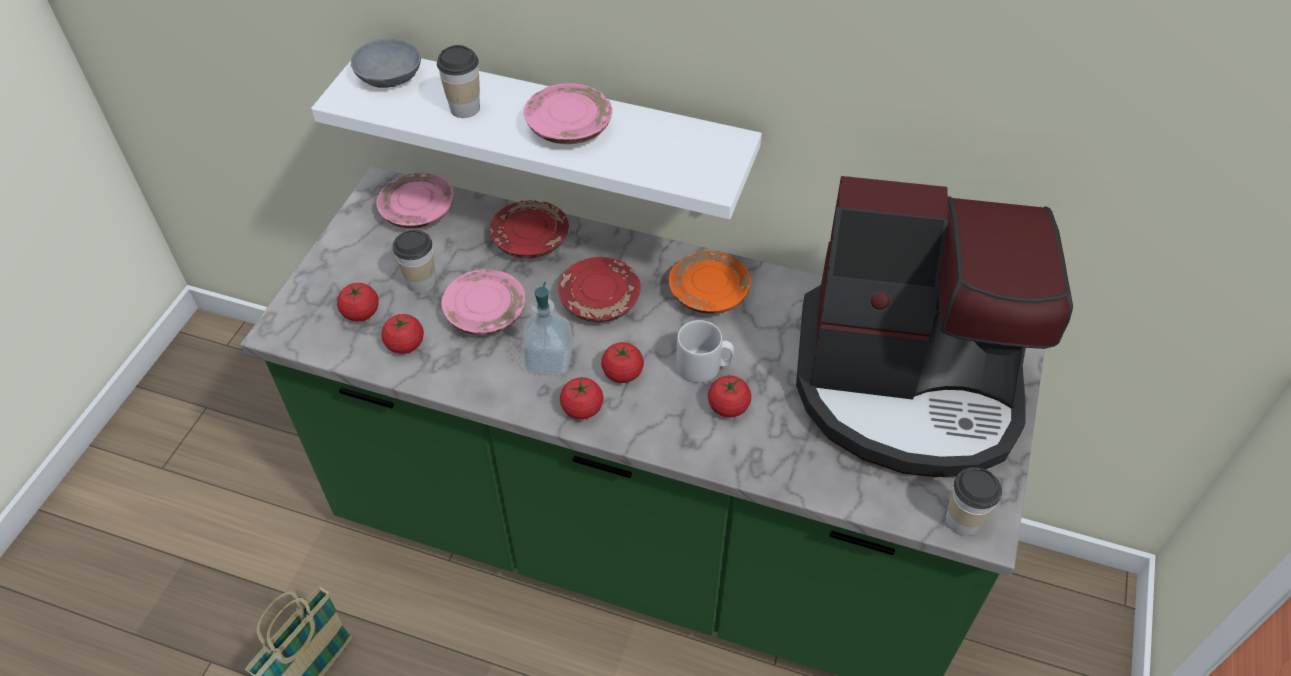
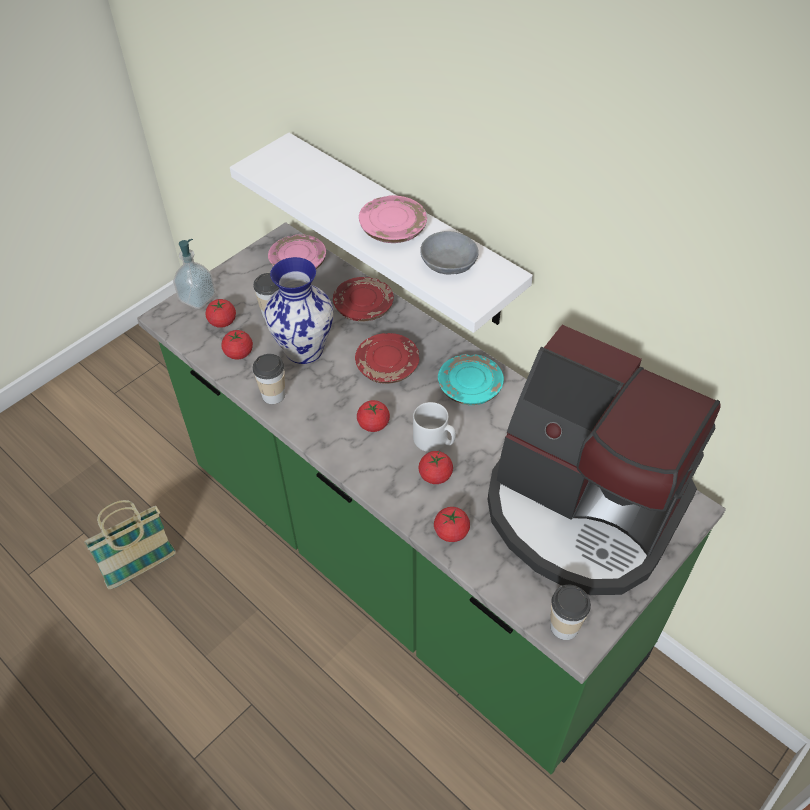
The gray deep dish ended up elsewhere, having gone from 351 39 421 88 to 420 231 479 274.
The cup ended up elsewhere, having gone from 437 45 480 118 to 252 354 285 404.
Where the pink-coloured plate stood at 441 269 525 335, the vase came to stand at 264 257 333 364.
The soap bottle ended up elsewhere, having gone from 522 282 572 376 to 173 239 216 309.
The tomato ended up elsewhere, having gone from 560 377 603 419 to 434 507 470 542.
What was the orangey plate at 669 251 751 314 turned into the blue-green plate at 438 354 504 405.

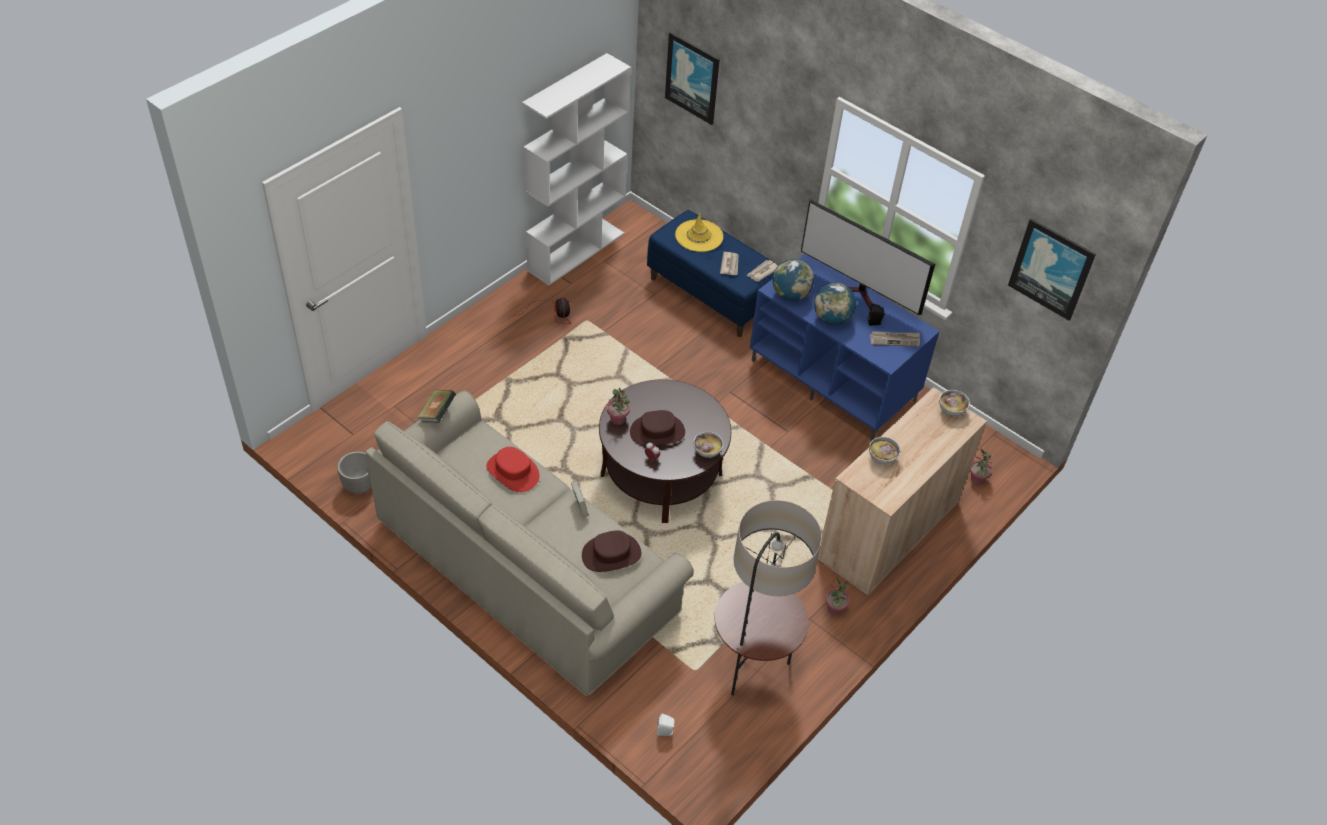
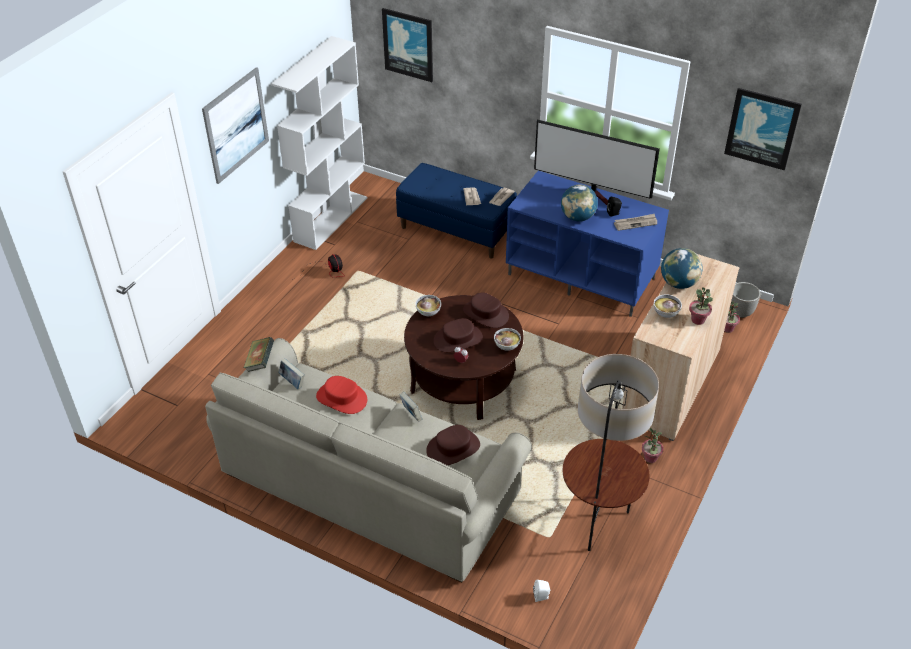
The planter ended up elsewhere, having gone from 337 451 372 494 to 730 282 761 318.
The potted plant ended up elsewhere, having gone from 607 388 630 425 to 689 287 713 325.
The second view lost the yellowish hat at 675 213 723 252.
The globe ended up elsewhere, having gone from 772 259 814 301 to 661 248 703 289.
The deep dish ended up elsewhere, having gone from 939 390 970 416 to 415 295 441 316.
The second view gained the wall picture at 202 67 269 184.
The second view gained the volume at 279 358 305 389.
The second view gained the brown-coloured hat at 463 292 509 328.

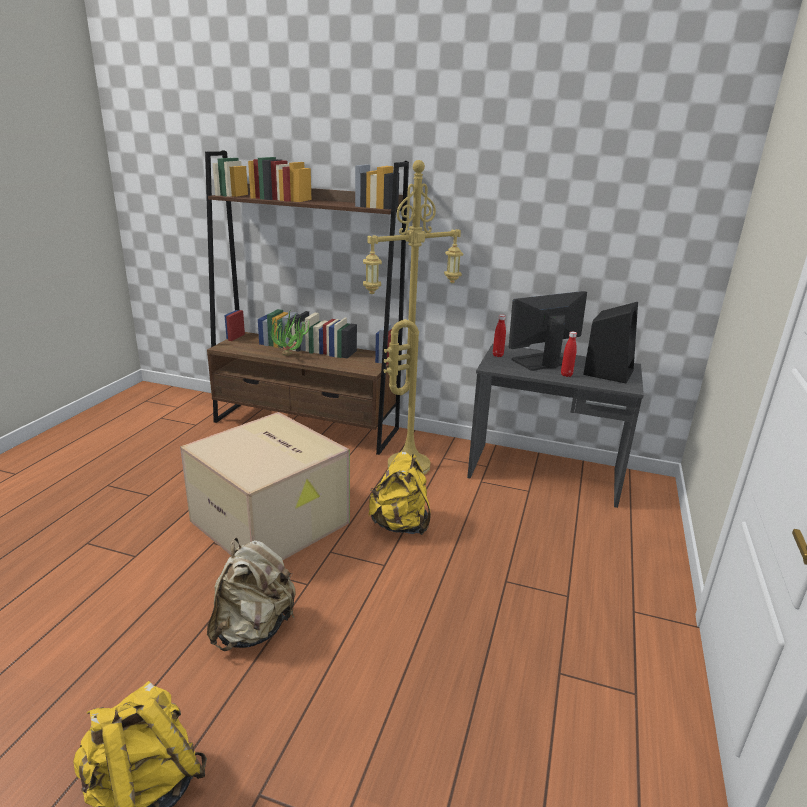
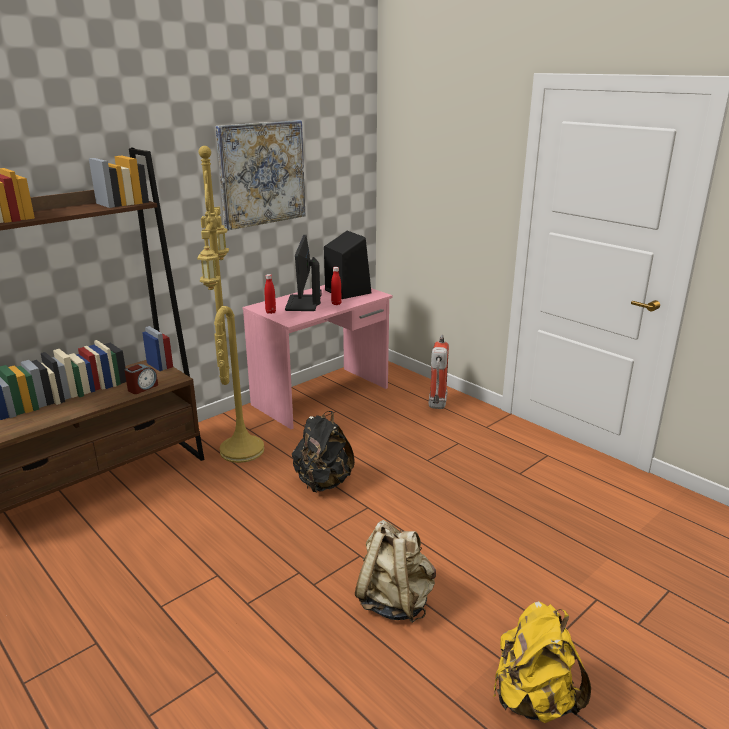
The second view lost the carton at 180 412 350 560.
The second view lost the potted plant at 270 312 310 356.
What was the yellowish knapsack at 369 452 431 535 turned into the blackish knapsack at 292 411 355 492.
What was the gray desk at 467 344 644 508 turned into the pink-coloured desk at 242 285 393 429.
The second view gained the table clock at 125 364 158 394.
The second view gained the wall picture at 216 120 305 230.
The second view gained the fire-fighting cylinder at 429 335 449 409.

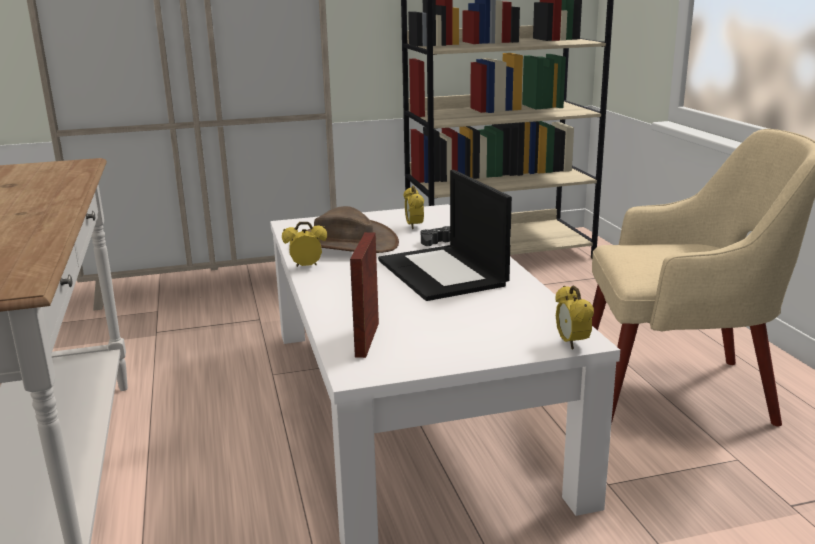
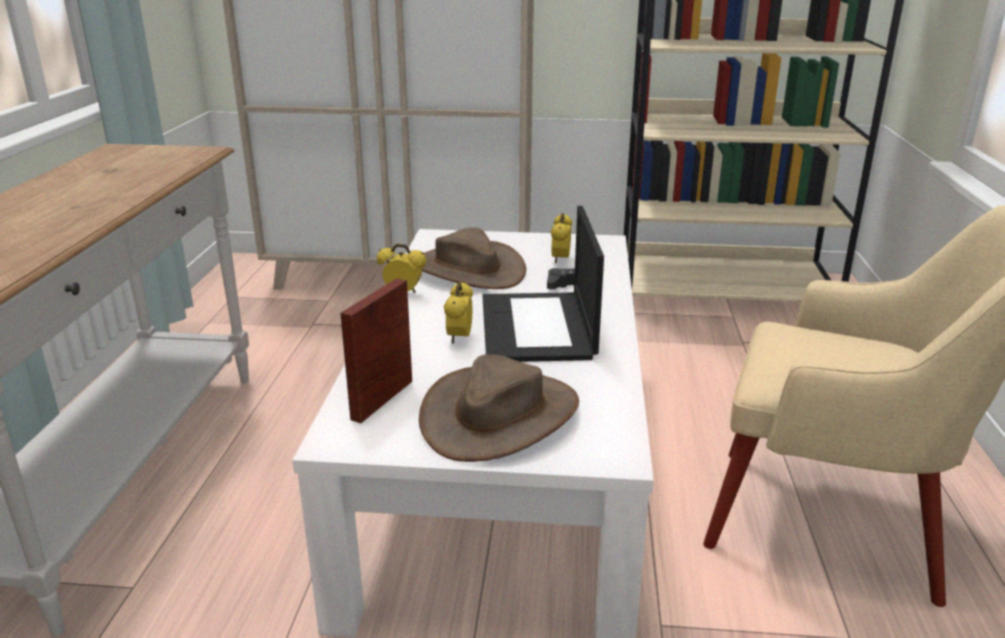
The table clock ended up elsewhere, having gone from 555 285 594 350 to 444 282 473 344.
The second view gained the brown-coloured hat at 419 354 579 462.

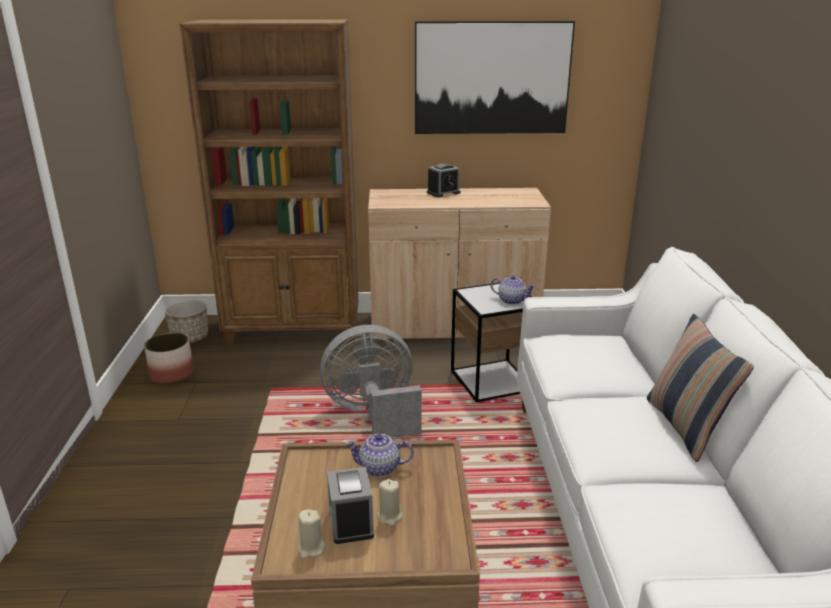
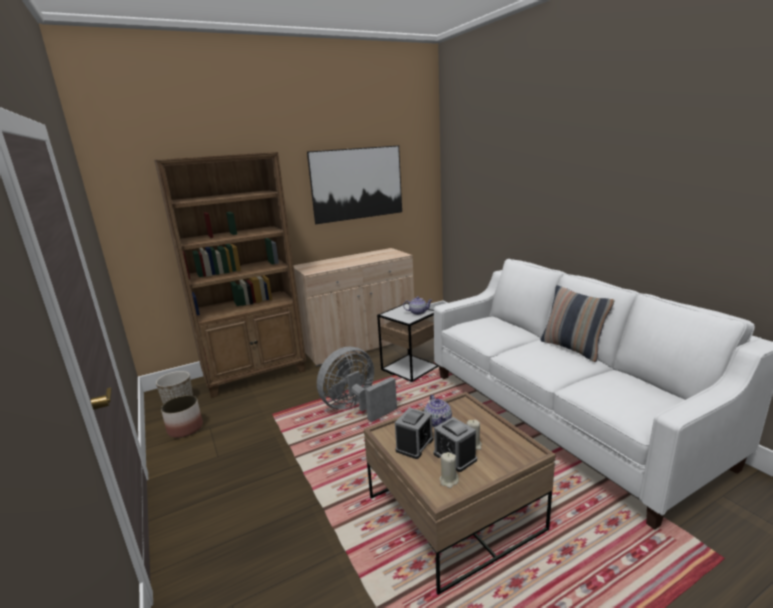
The tea pot at 345 434 413 477 ended up facing another way, 75 degrees counterclockwise from before.
The table clock ended up elsewhere, having gone from 427 163 460 197 to 395 407 433 459.

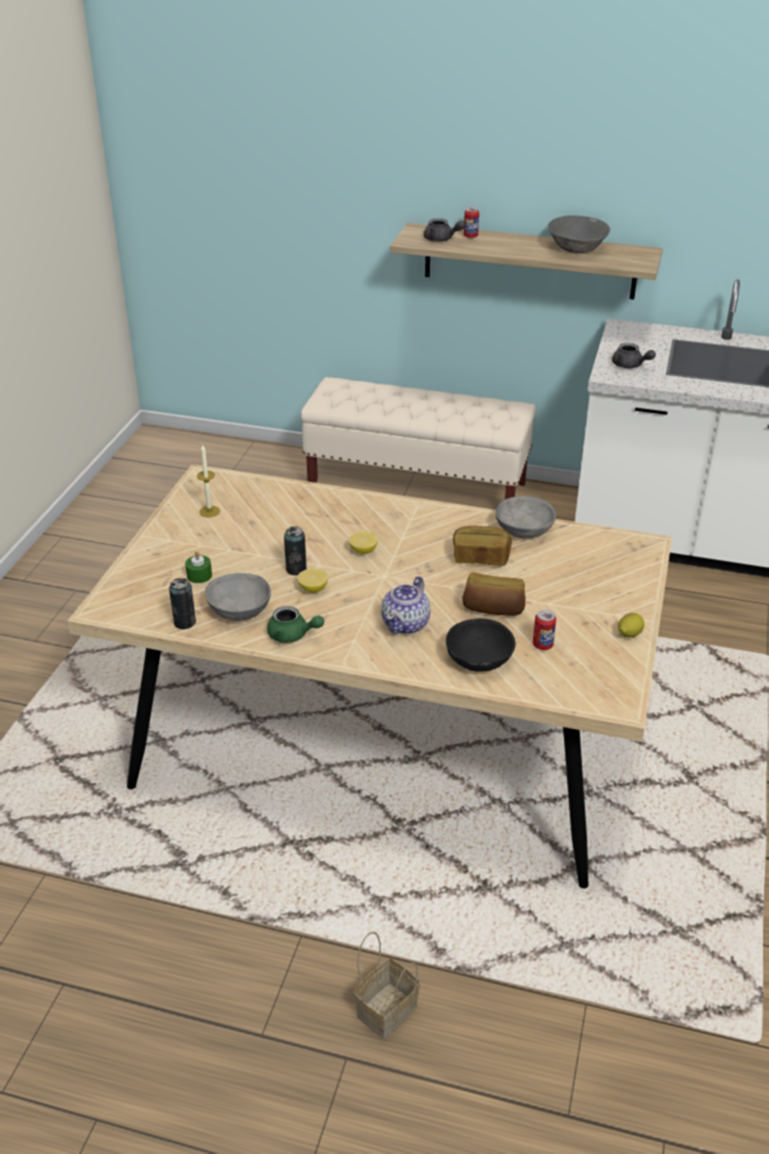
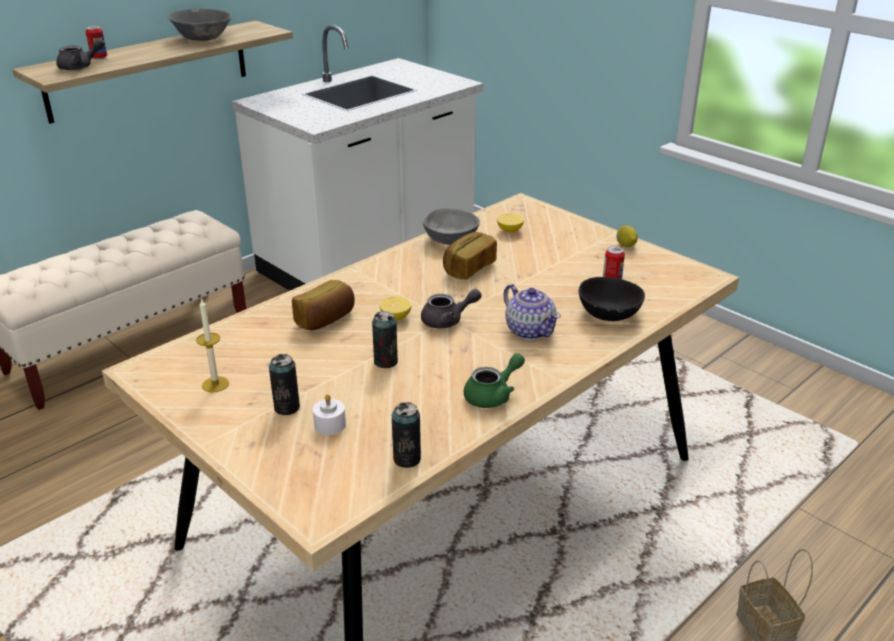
What was the green-coloured candle at 185 551 212 583 turned into the white-coloured candle at 313 394 346 435.
The second view lost the gray deep dish at 205 573 271 621.
The lemon ended up elsewhere, having gone from 297 568 328 593 to 497 214 524 233.
The baked bread ended up elsewhere, having gone from 462 572 526 616 to 292 280 355 330.
The gray tea pot ended up elsewhere, having gone from 612 343 656 368 to 421 289 482 329.
The second view gained the sealed can at 269 354 300 415.

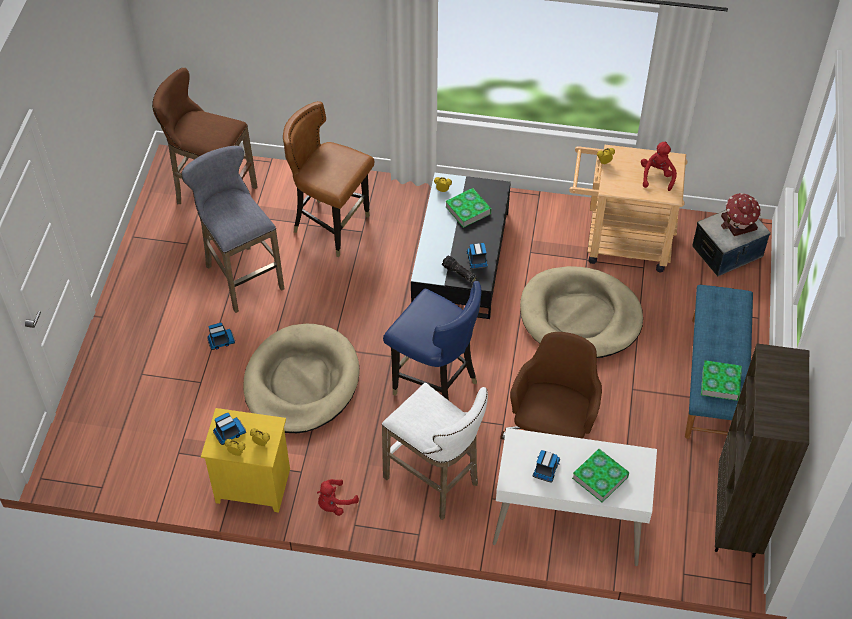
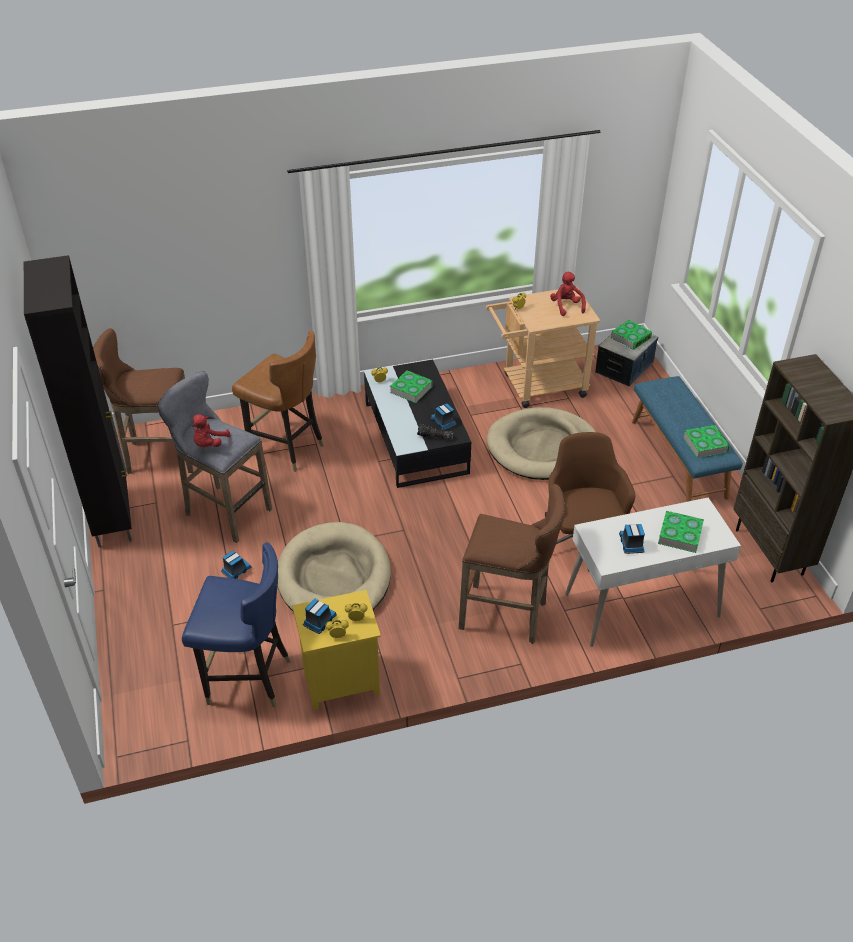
The brown-coloured plain chair at 283 101 374 257 ended up facing another way, 150 degrees counterclockwise from before.
The red plush toy ended up elsewhere, having gone from 317 479 359 516 to 192 414 231 447.
What was the white-coloured sitting stool at 382 383 488 520 turned into the brown-coloured sitting stool at 459 484 565 644.
The blue-coloured plain chair ended up elsewhere, having gone from 383 281 481 400 to 182 542 291 708.
Where the model house stood at 721 193 761 236, the volume came to stand at 610 320 652 350.
The second view gained the blackish storage cabinet at 24 255 132 547.

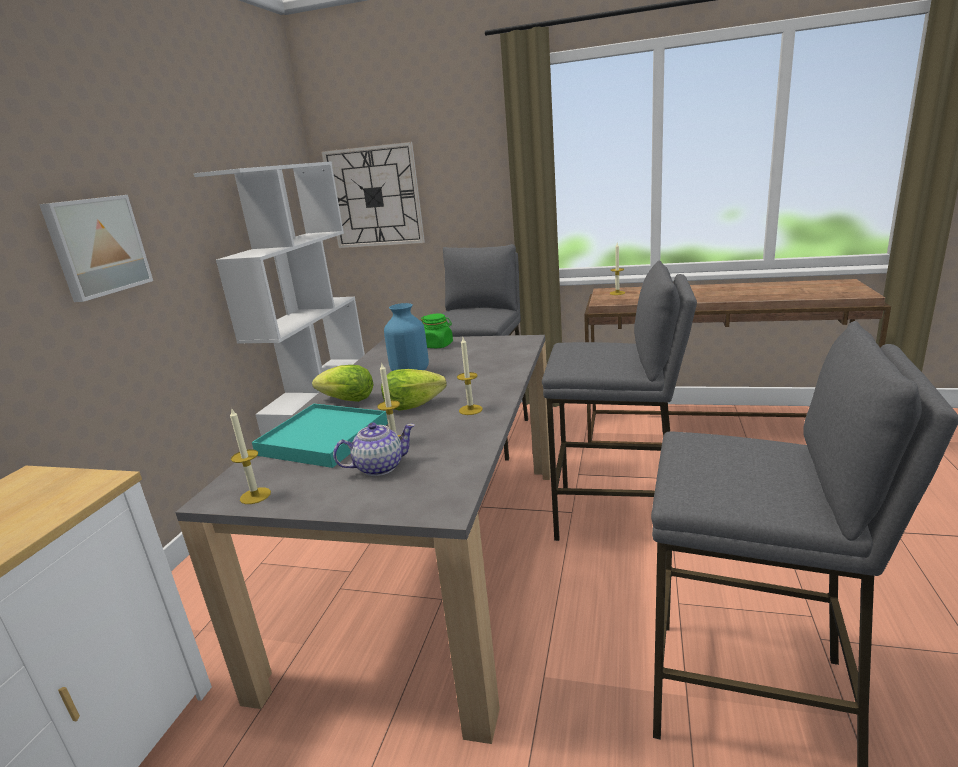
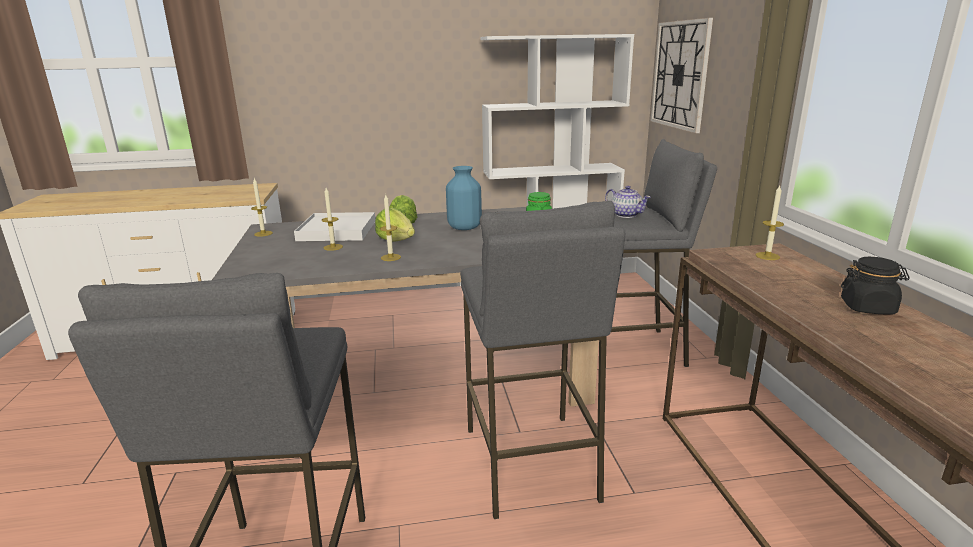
The second view lost the wall picture at 39 195 153 302.
What was the blue-green serving tray at 252 404 388 468 turned into the white-coloured serving tray at 294 212 375 241.
The tea pot ended up elsewhere, having gone from 333 423 415 476 to 605 186 651 218.
The second view gained the blackish storage jar at 841 257 910 314.

